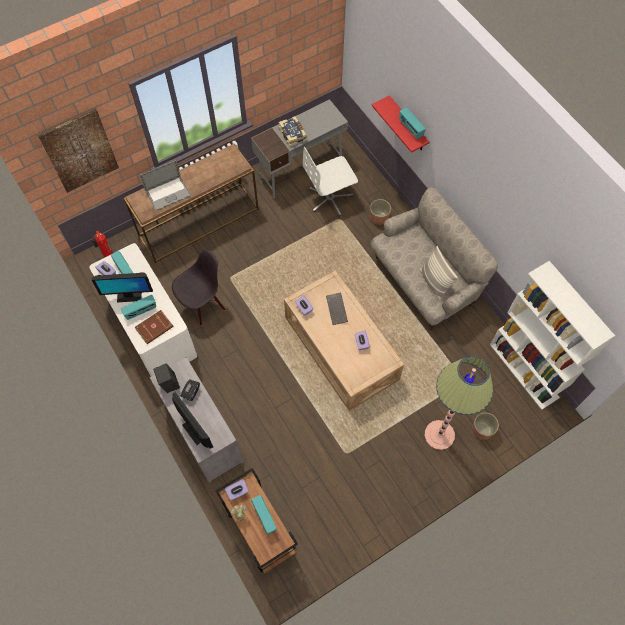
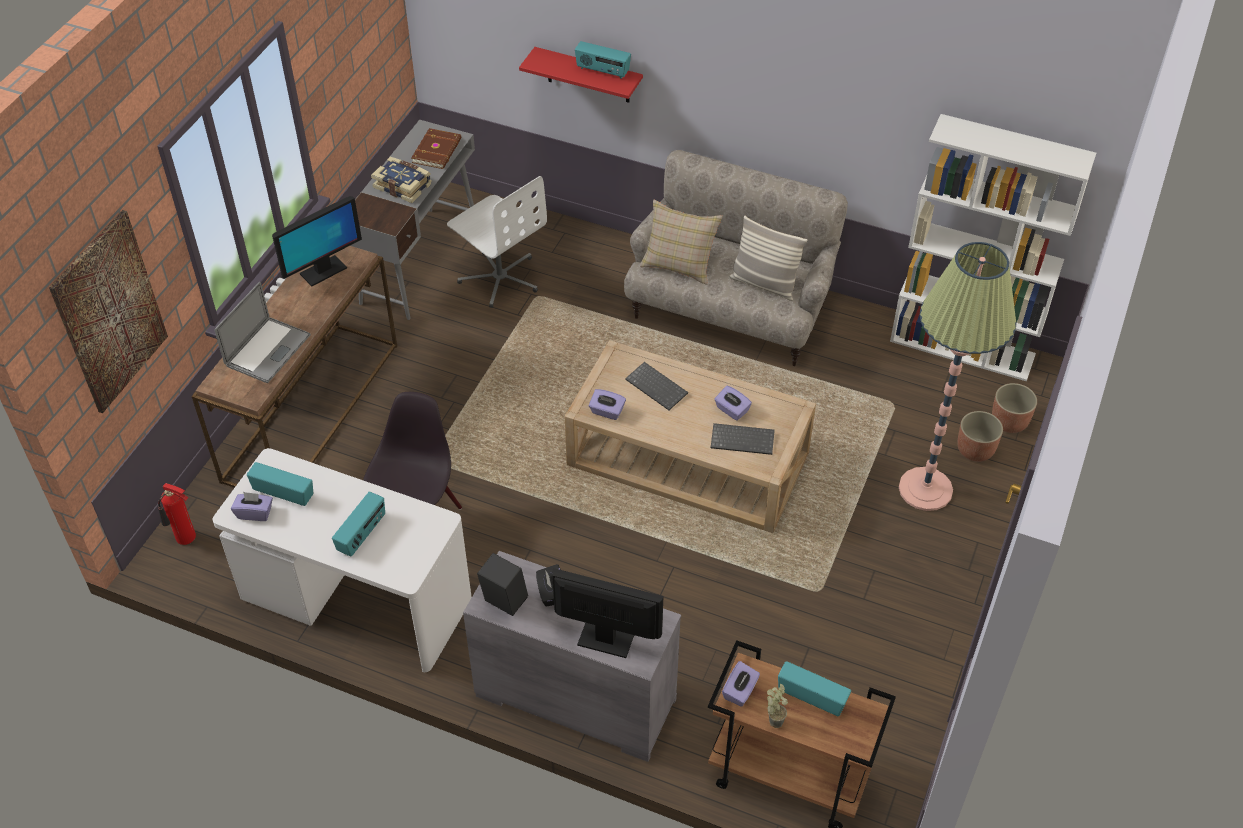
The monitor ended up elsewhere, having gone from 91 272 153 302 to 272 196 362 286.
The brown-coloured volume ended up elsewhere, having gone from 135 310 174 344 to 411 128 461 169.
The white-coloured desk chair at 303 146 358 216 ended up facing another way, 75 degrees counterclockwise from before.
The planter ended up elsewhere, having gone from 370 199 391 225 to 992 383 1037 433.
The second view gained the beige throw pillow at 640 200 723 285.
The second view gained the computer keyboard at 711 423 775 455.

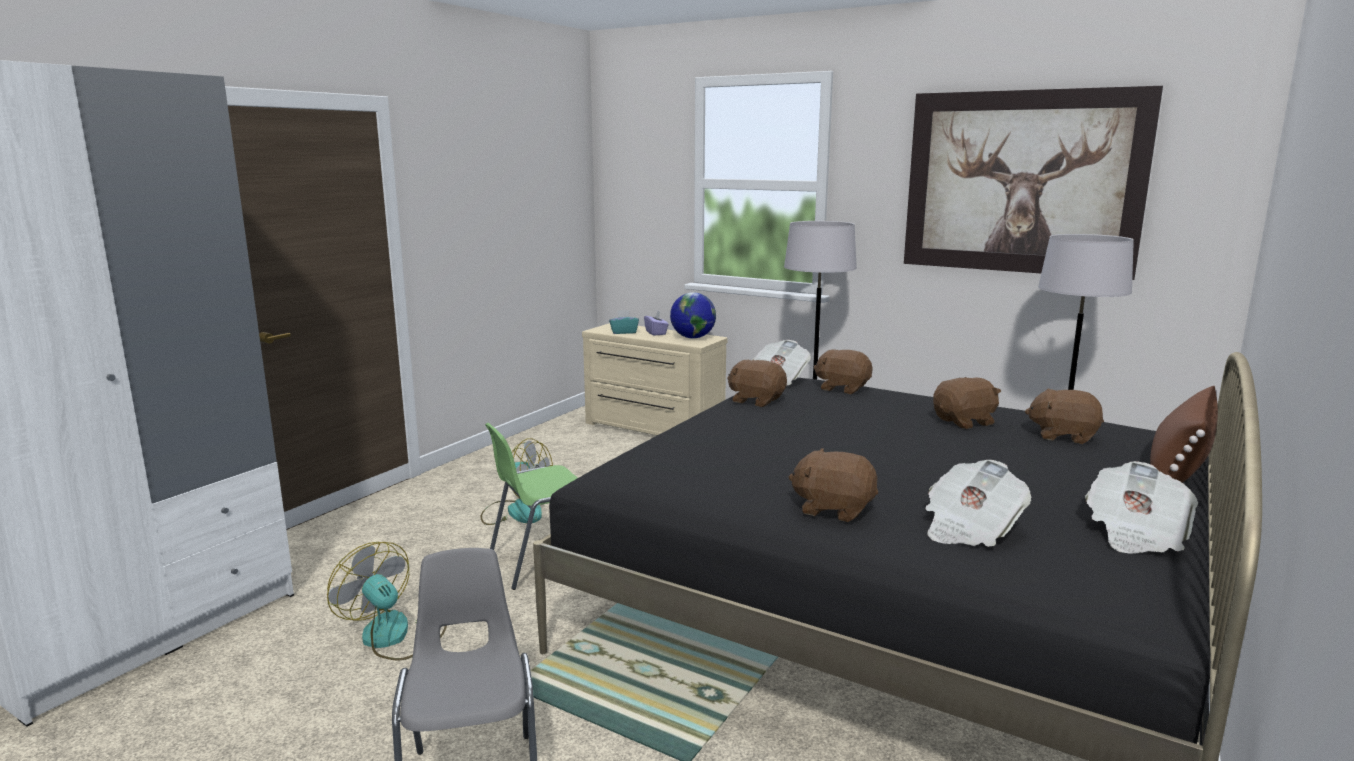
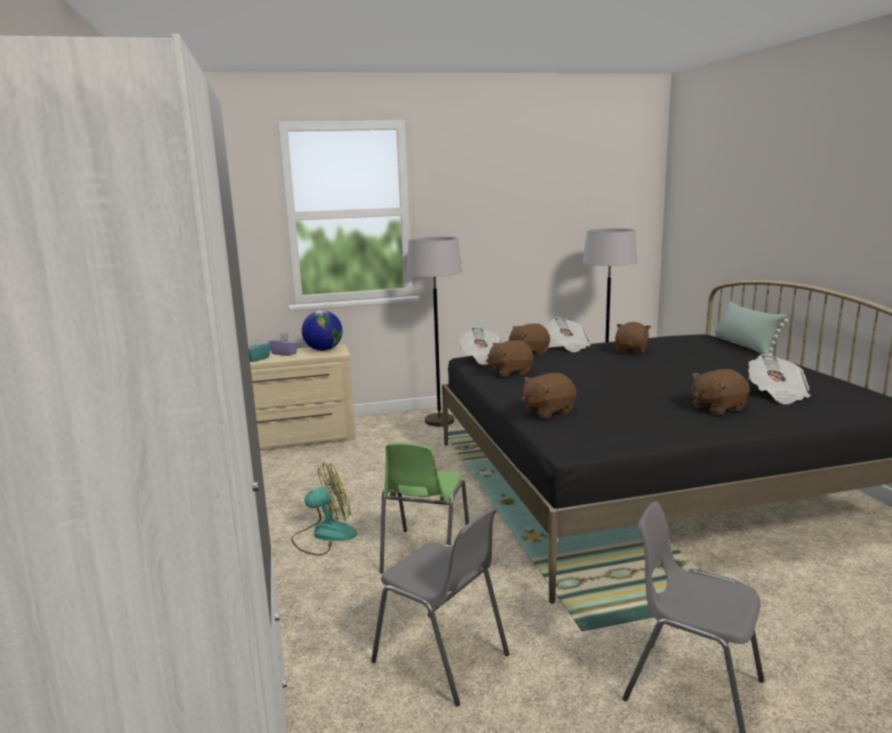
Where the fan stood at 327 542 447 660, the gray plain chair came to stand at 371 507 509 706.
The second view lost the wall picture at 904 86 1163 280.
The brown-coloured plush toy ended up elsewhere, having gone from 1025 389 1104 444 to 521 373 577 418.
The daily paper ended up elsewhere, having gone from 1085 461 1198 554 to 546 317 591 352.
What was the brown-coloured throw pillow at 1150 386 1218 483 turned into the green-coloured throw pillow at 715 301 788 355.

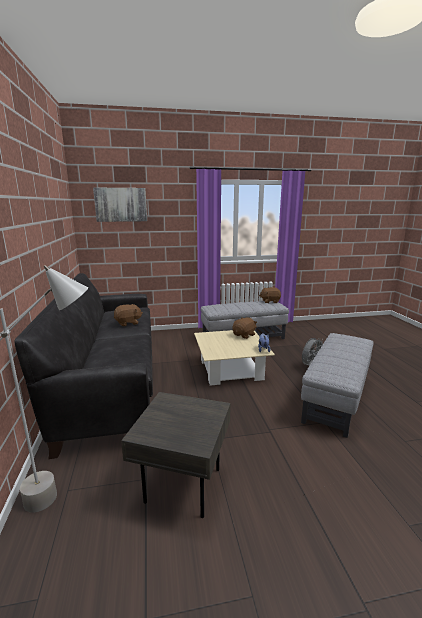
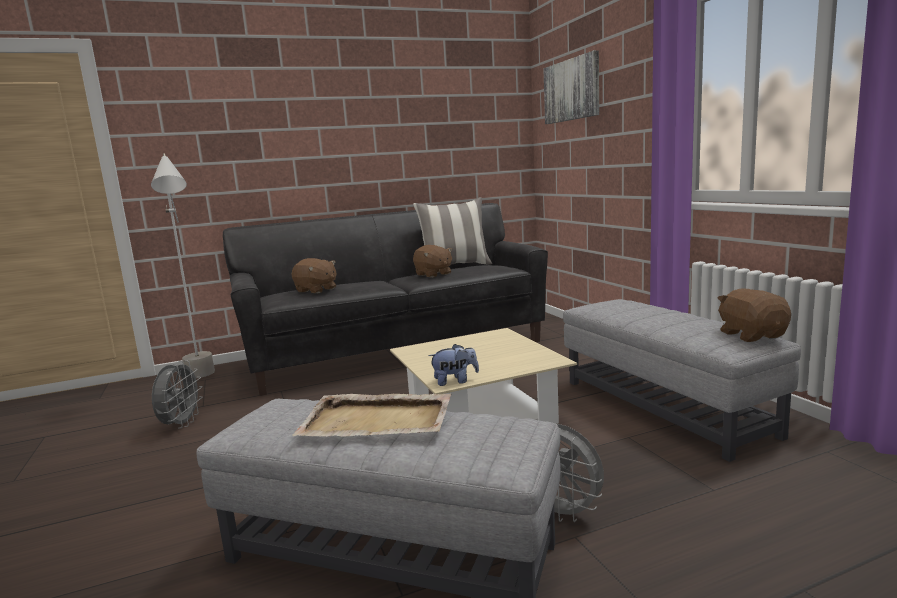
Where the gray end table stood at 121 392 231 518, the gray fan came to stand at 152 361 203 428.
The brown-coloured plush toy ended up elsewhere, having gone from 232 317 257 339 to 292 258 336 293.
The second view gained the beige serving tray at 292 394 451 437.
The second view gained the throw pillow at 413 197 492 264.

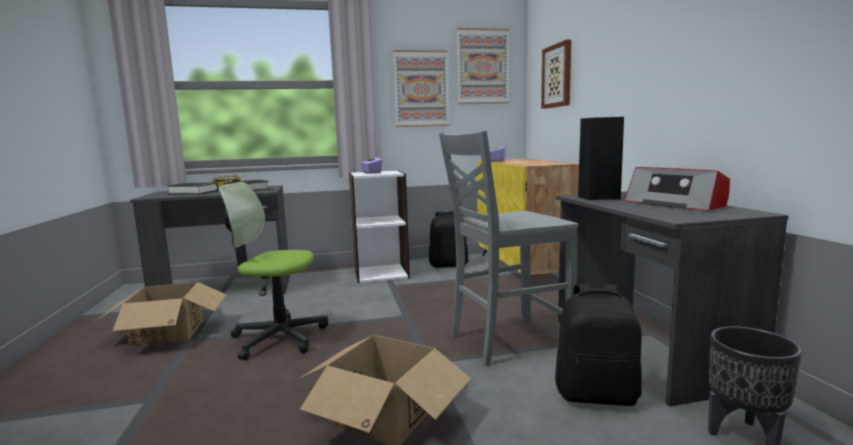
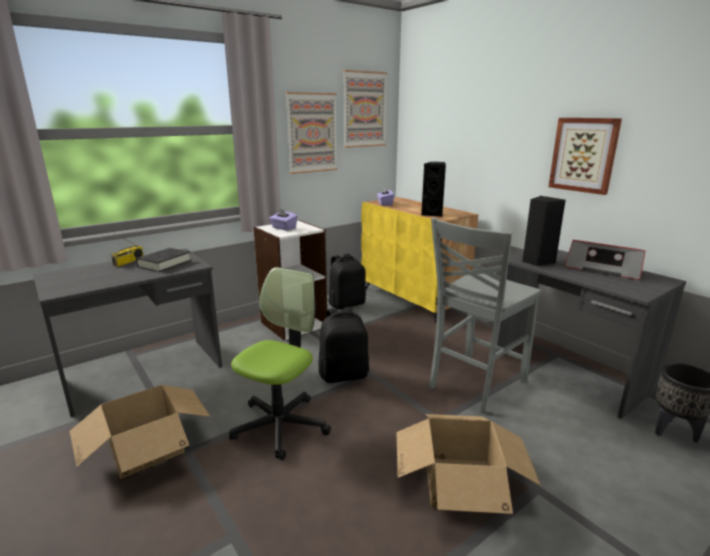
The second view lost the blackish volume at 167 183 218 194.
The desk chair at 218 182 328 360 ended up facing another way, 135 degrees clockwise from before.
The wall picture ended up elsewhere, having gone from 541 40 571 109 to 548 118 622 195.
The blackish knapsack ended up elsewhere, having gone from 555 284 642 406 to 319 307 369 383.
The second view gained the blackish audio speaker at 421 162 446 217.

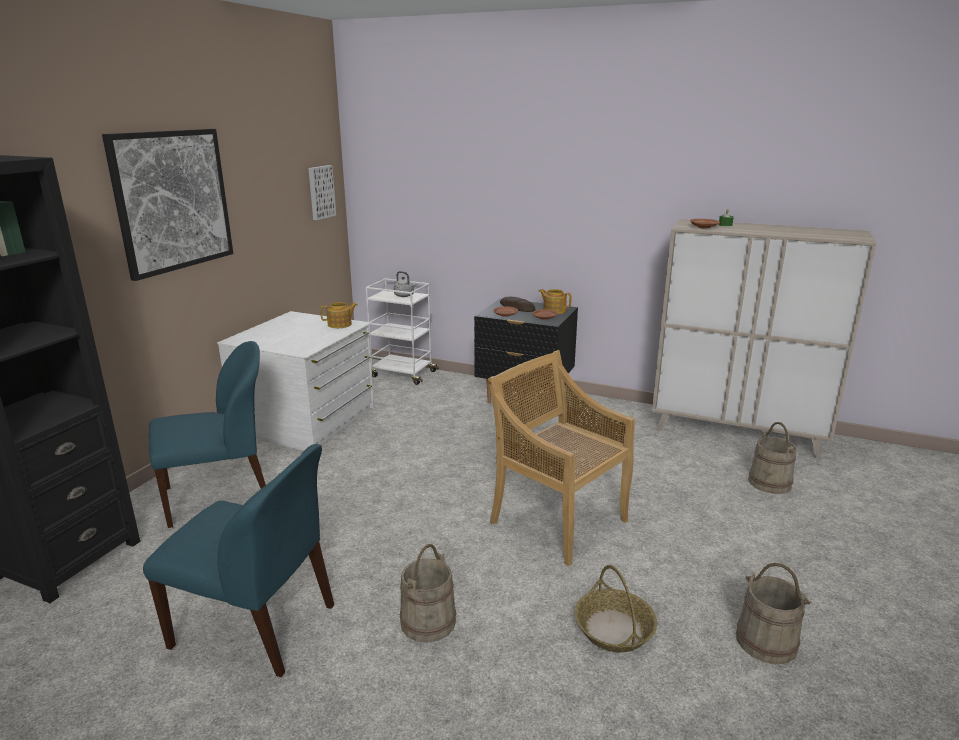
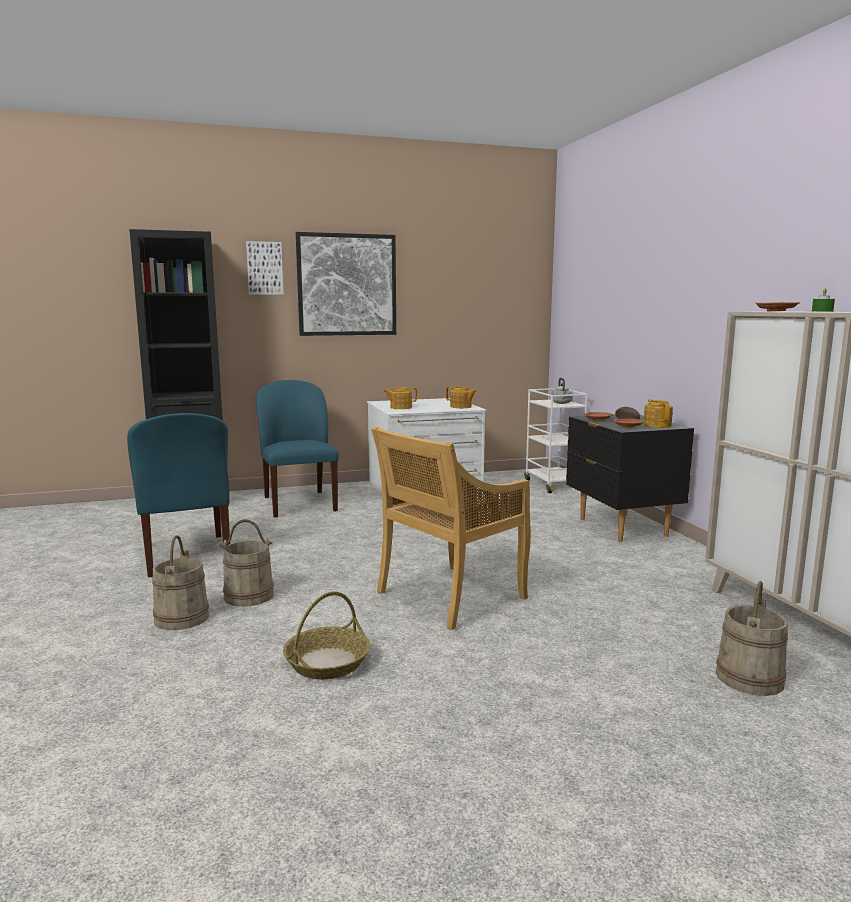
The blue-coloured plain chair at 149 341 266 528 ended up facing another way, 135 degrees counterclockwise from before.
The wall picture ended up elsewhere, having gone from 308 165 336 220 to 246 241 284 295.
The beige plain chair at 488 350 635 566 ended up facing another way, 135 degrees counterclockwise from before.
The beige bucket ended up elsewhere, having gone from 736 563 811 664 to 152 535 209 630.
The second view gained the tea pot at 384 387 417 409.

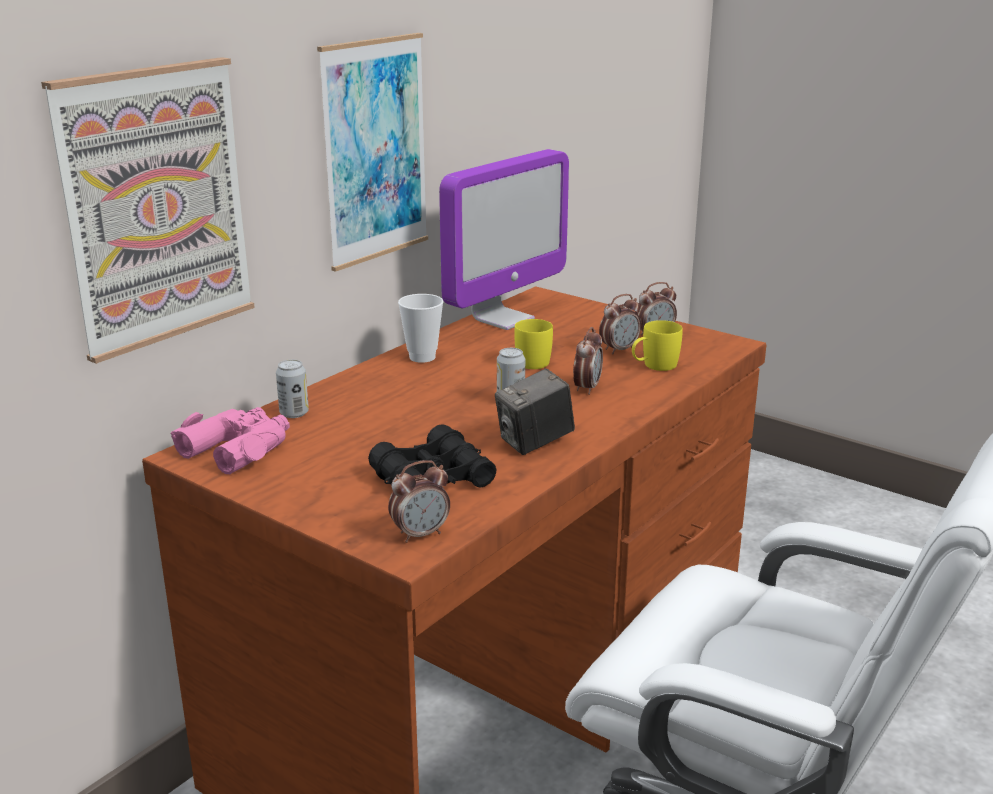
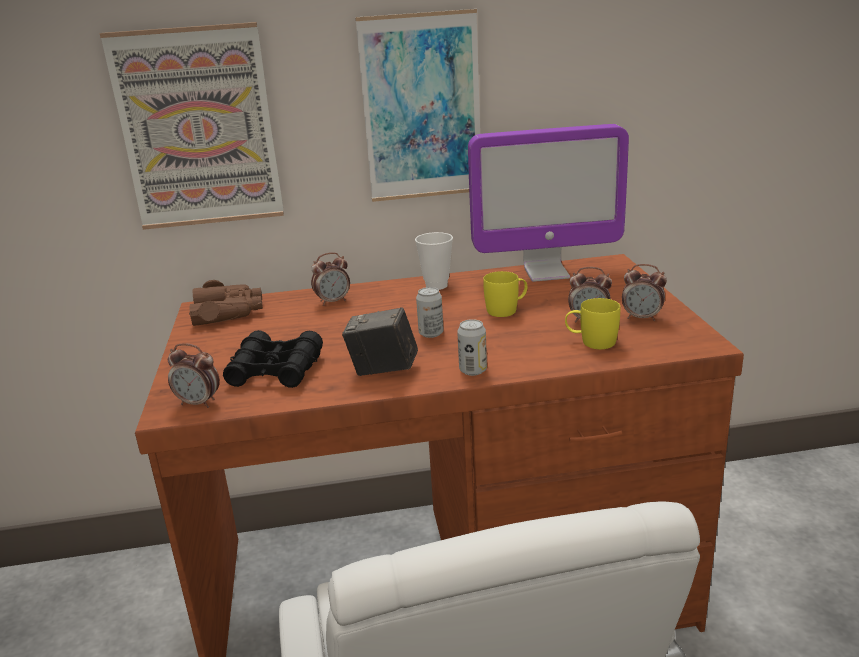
What was the pink-coloured field glasses at 171 407 290 474 turned into the brown-coloured field glasses at 189 280 263 326.
The sealed can ended up elsewhere, having gone from 276 359 309 418 to 457 319 487 376.
The table clock ended up elsewhere, having gone from 573 327 603 395 to 311 252 350 306.

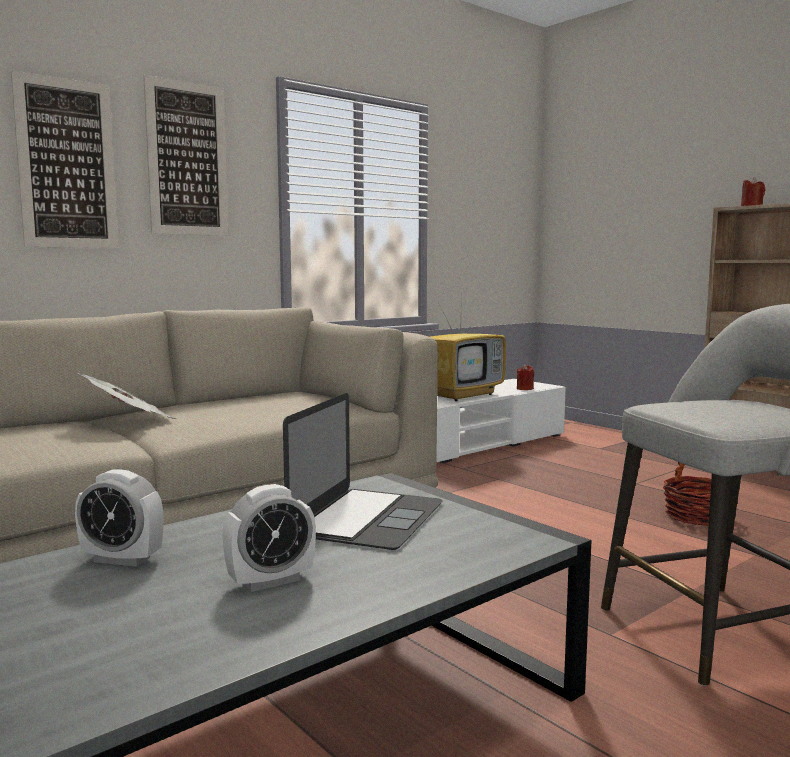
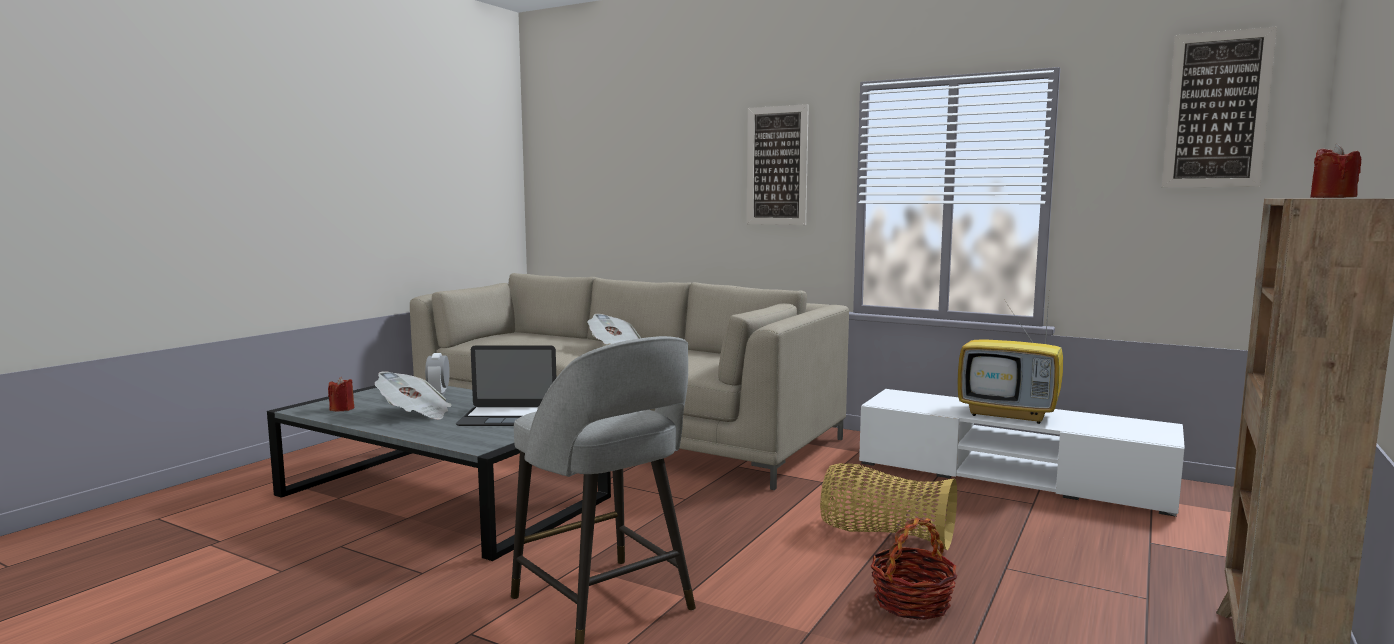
The wall picture ended up elsewhere, having gone from 11 70 119 248 to 1162 26 1277 187.
Where the table clock stood at 222 484 316 592, the daily paper came to stand at 375 371 451 420.
The red candle ended up elsewhere, having gone from 517 364 534 390 to 328 376 354 411.
The second view gained the household basket at 820 463 957 550.

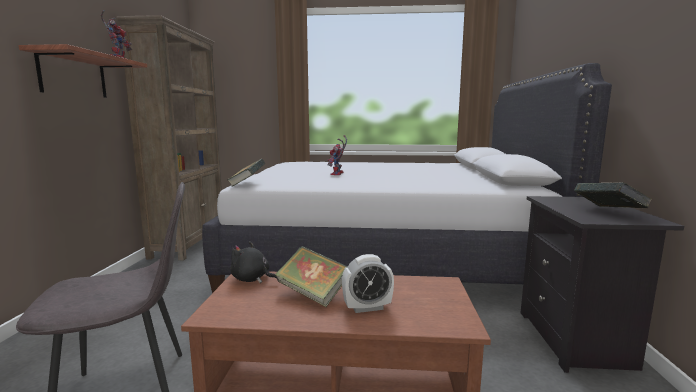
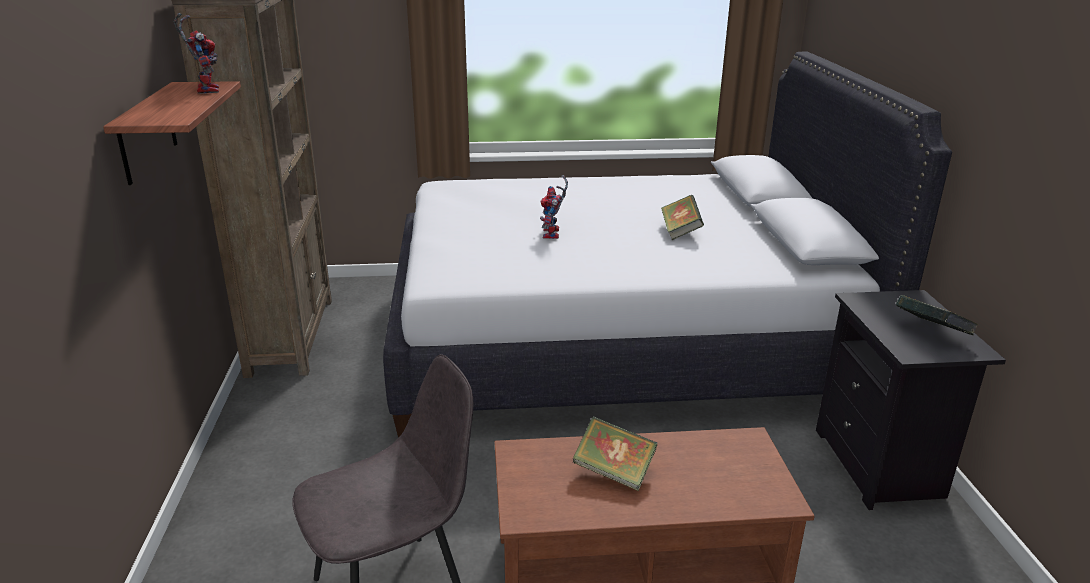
The volume ended up elsewhere, having gone from 227 159 265 187 to 661 195 704 240.
The second view lost the blackish plush toy at 230 241 278 283.
The second view lost the table clock at 342 254 394 313.

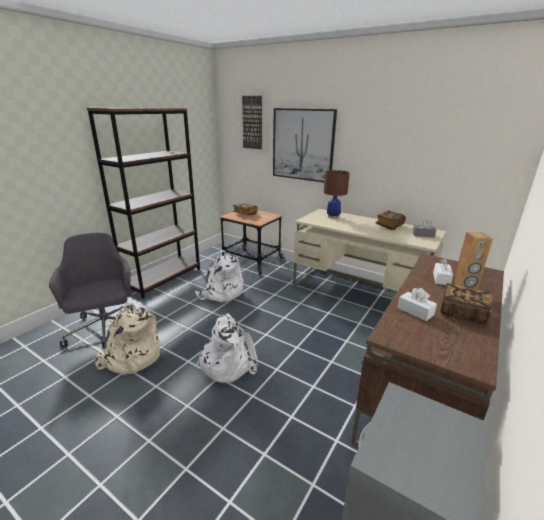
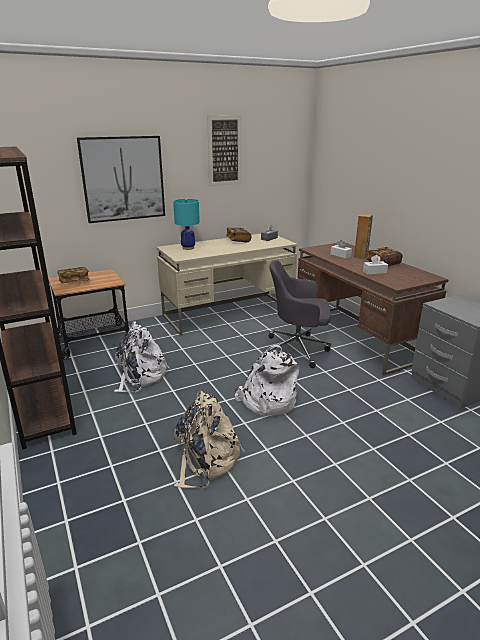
The gray desk chair ended up elsewhere, having gone from 49 232 133 348 to 269 260 331 368.
The wall picture ended up elsewhere, having gone from 239 92 265 153 to 207 115 242 186.
What was the brown-coloured tabletop lamp at 324 170 350 219 turned into the blue-green tabletop lamp at 173 199 200 250.

